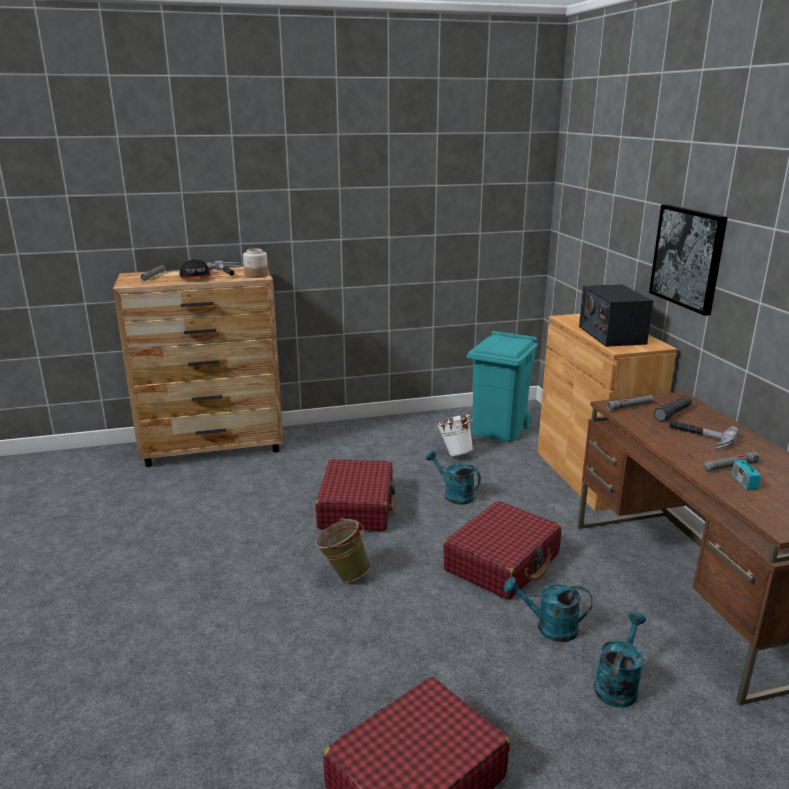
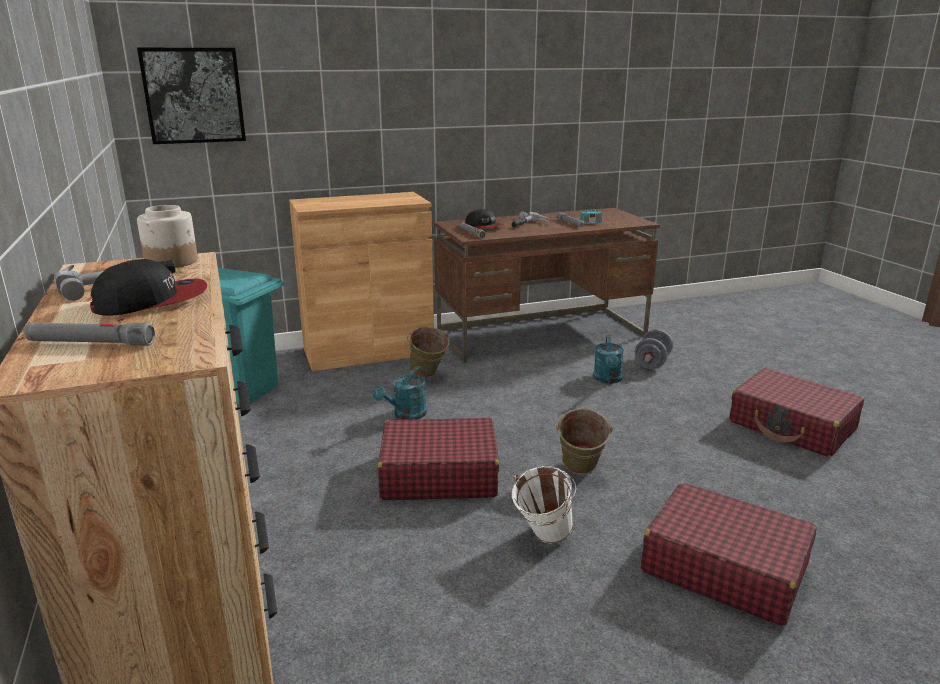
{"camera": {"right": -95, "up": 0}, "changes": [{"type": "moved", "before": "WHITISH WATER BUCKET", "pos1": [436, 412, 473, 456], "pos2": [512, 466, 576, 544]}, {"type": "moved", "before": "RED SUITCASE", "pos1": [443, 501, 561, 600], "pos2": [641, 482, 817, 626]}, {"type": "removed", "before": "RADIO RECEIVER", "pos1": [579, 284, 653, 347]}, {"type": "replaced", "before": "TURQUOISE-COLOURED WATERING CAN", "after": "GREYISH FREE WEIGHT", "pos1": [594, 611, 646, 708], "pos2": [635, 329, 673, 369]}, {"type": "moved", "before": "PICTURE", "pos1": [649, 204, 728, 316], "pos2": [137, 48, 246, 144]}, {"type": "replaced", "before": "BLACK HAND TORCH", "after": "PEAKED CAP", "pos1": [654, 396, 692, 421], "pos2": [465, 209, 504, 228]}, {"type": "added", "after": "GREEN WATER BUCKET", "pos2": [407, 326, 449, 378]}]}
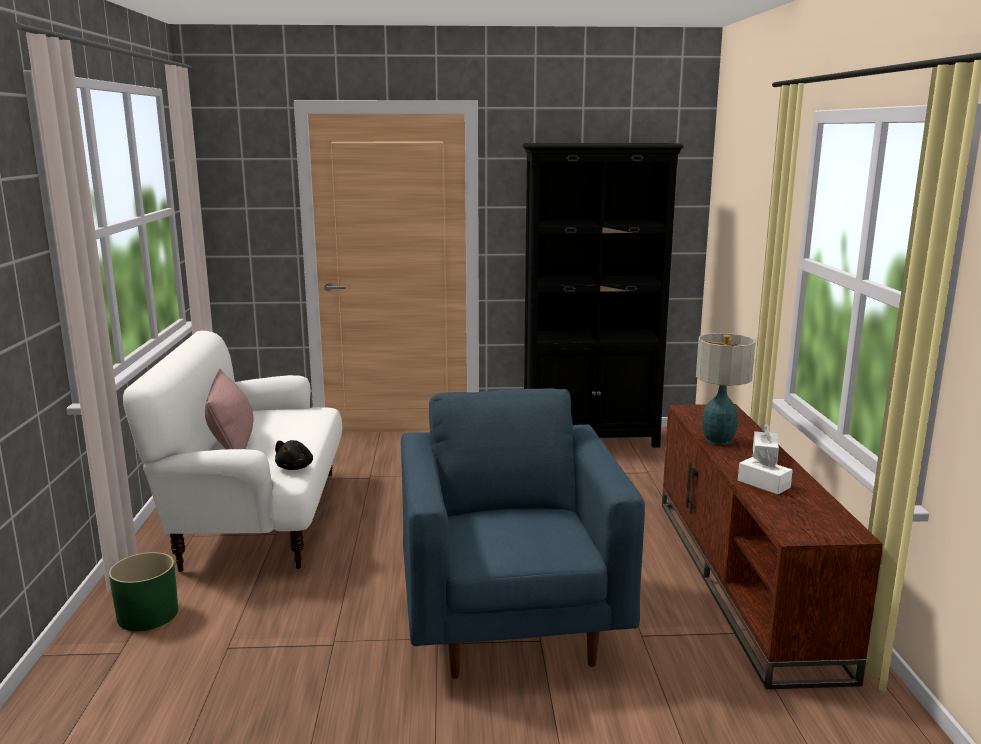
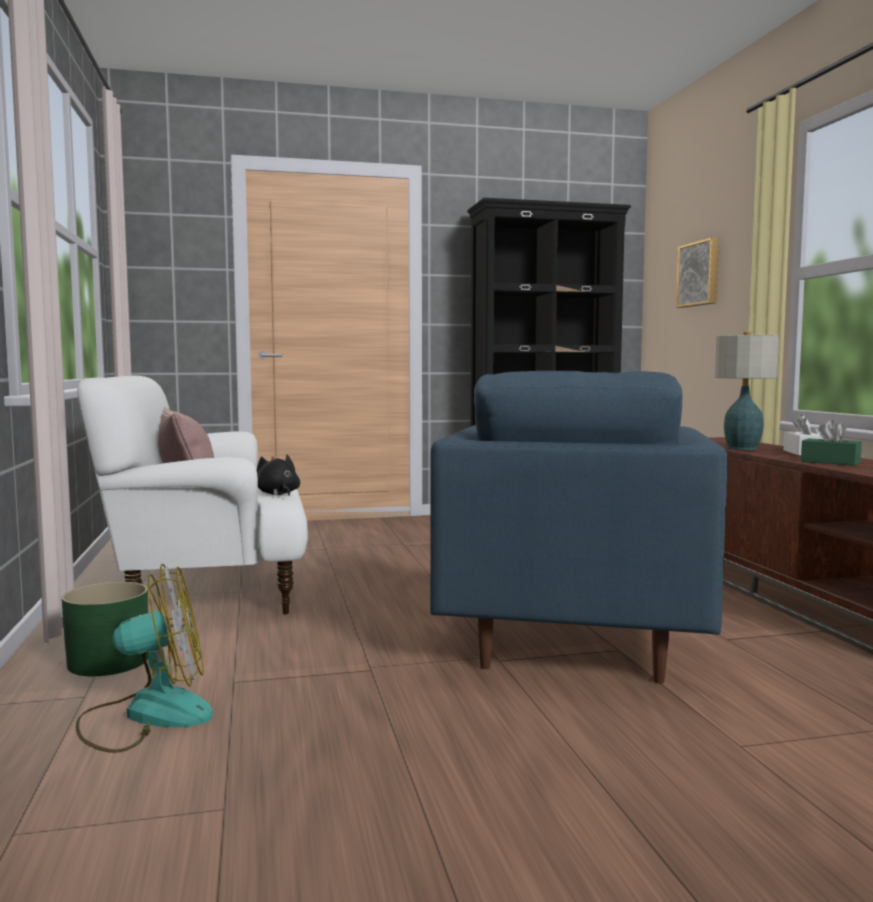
{"camera": {"right": -10, "up": -10}, "changes": [{"type": "turned", "before": "BLACK SOFT TOY", "pos1": [275, 440, 313, 470], "pos2": [257, 455, 300, 496], "turn": 150}, {"type": "turned", "before": "BLUE-COLOURED LOUNGE CHAIR", "pos1": [401, 388, 645, 679], "pos2": [430, 371, 728, 684], "turn": -150}, {"type": "recoloured", "before": "WHITISH TISSUE BOX", "after": "GREEN TISSUE BOX", "pos1": [738, 448, 793, 494], "pos2": [801, 420, 862, 466]}, {"type": "added", "after": "ELECTRIC FAN", "pos2": [76, 564, 213, 753]}, {"type": "added", "after": "PICTURE", "pos2": [676, 237, 719, 308]}]}
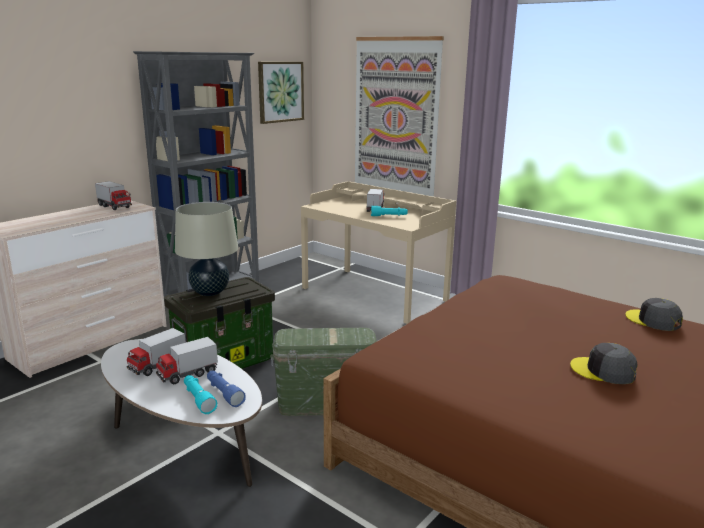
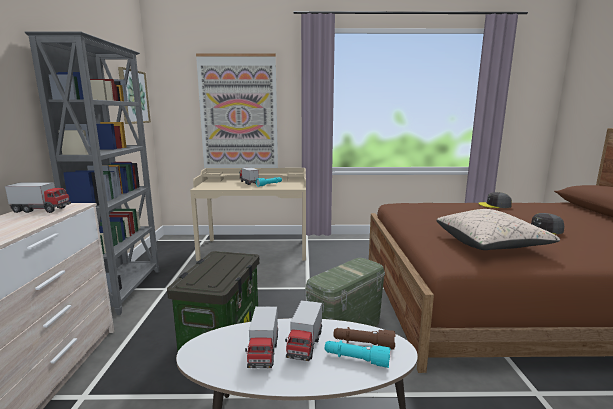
{"camera": {"right": -40, "up": -5}, "changes": [{"type": "removed", "before": "BEIGE-COLOURED TABLE LAMP", "pos1": [175, 202, 238, 296]}, {"type": "recoloured", "before": "BLUE-COLOURED HAND TORCH", "after": "BROWNISH HAND TORCH", "pos1": [207, 371, 246, 407], "pos2": [333, 327, 396, 350]}, {"type": "added", "after": "BEIGE-COLOURED CUSHION", "pos2": [437, 209, 560, 250]}]}
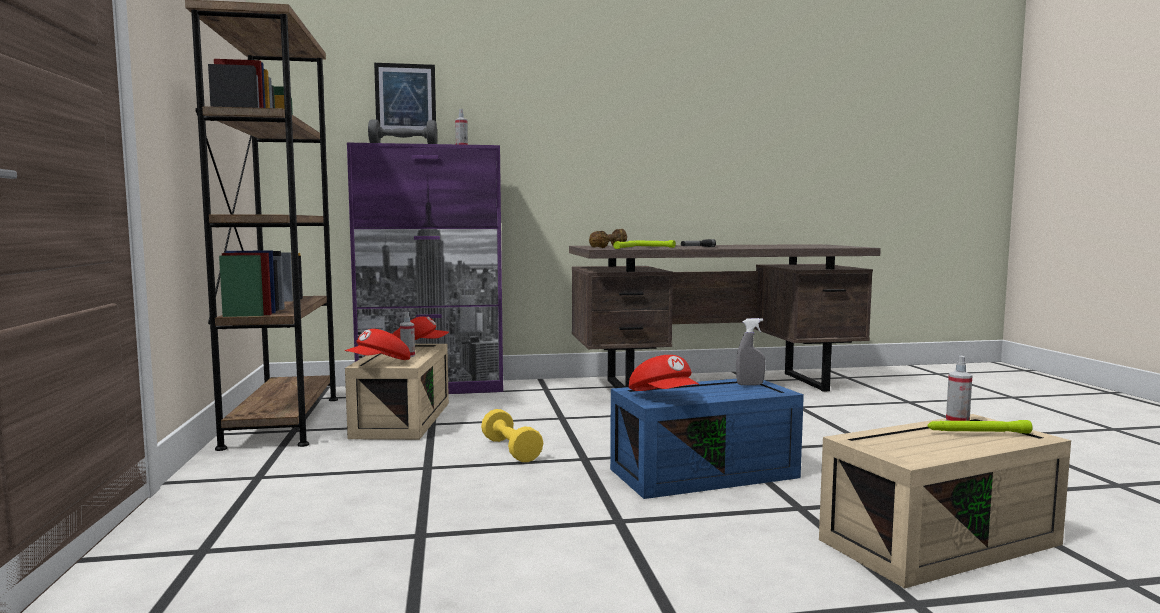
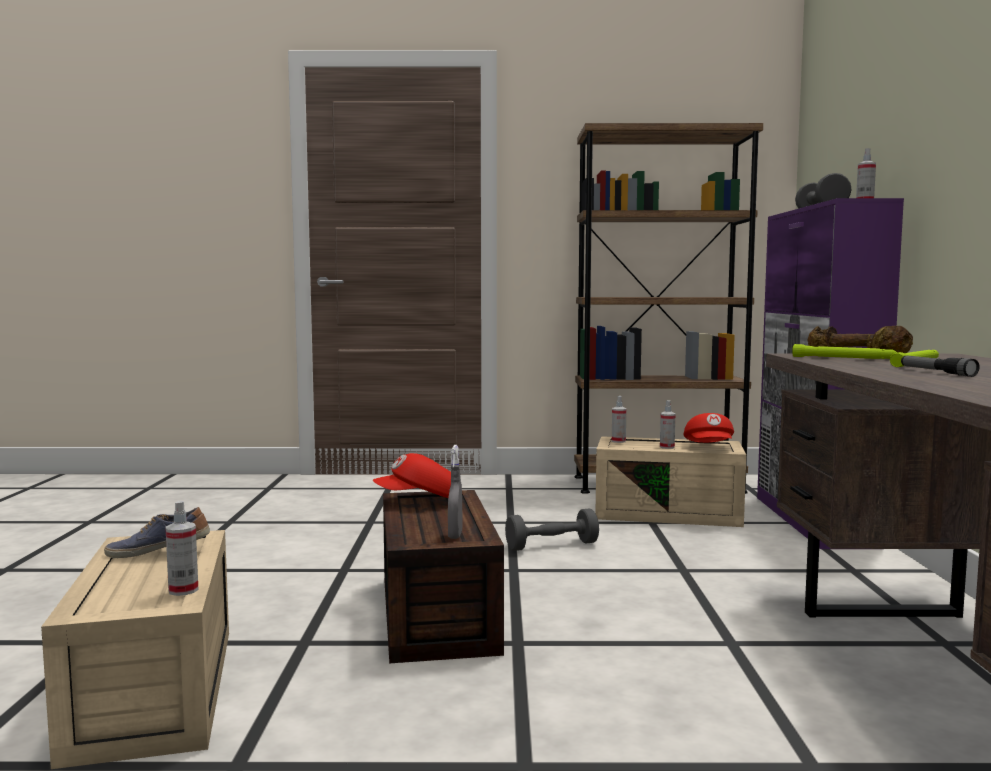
{"camera": {"right": 100, "up": 0}, "changes": [{"type": "replaced", "before": "RED PEAKED CAP", "after": "SPRAY BOTTLE", "pos1": [345, 329, 410, 360], "pos2": [612, 396, 626, 443]}, {"type": "removed", "before": "PICTURE", "pos1": [374, 63, 436, 130]}, {"type": "recoloured", "before": "YELLOW-COLOURED FREE WEIGHT", "after": "GREYISH FREE WEIGHT", "pos1": [481, 409, 543, 462], "pos2": [505, 509, 599, 551]}, {"type": "recoloured", "before": "BLUE-COLOURED STORAGE CONTAINER", "after": "BROWNISH STORAGE CONTAINER", "pos1": [610, 379, 804, 499], "pos2": [383, 490, 504, 663]}, {"type": "removed", "before": "GREEN HAND TORCH", "pos1": [928, 420, 1033, 433]}, {"type": "added", "after": "LOW SHOE", "pos2": [104, 507, 210, 558]}]}
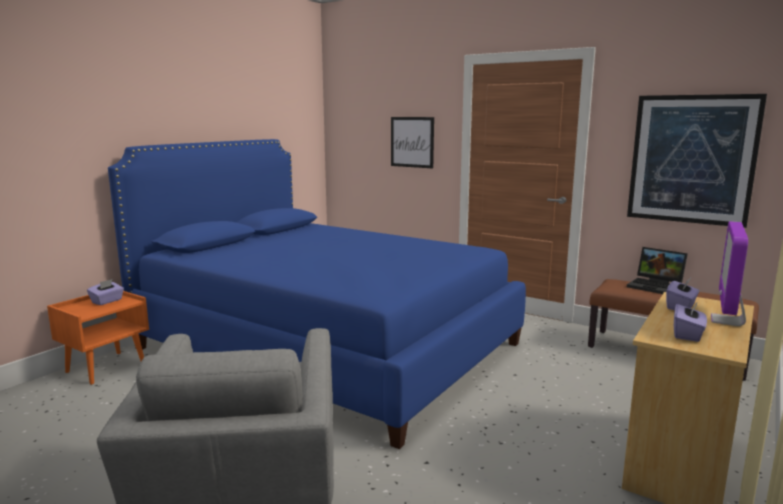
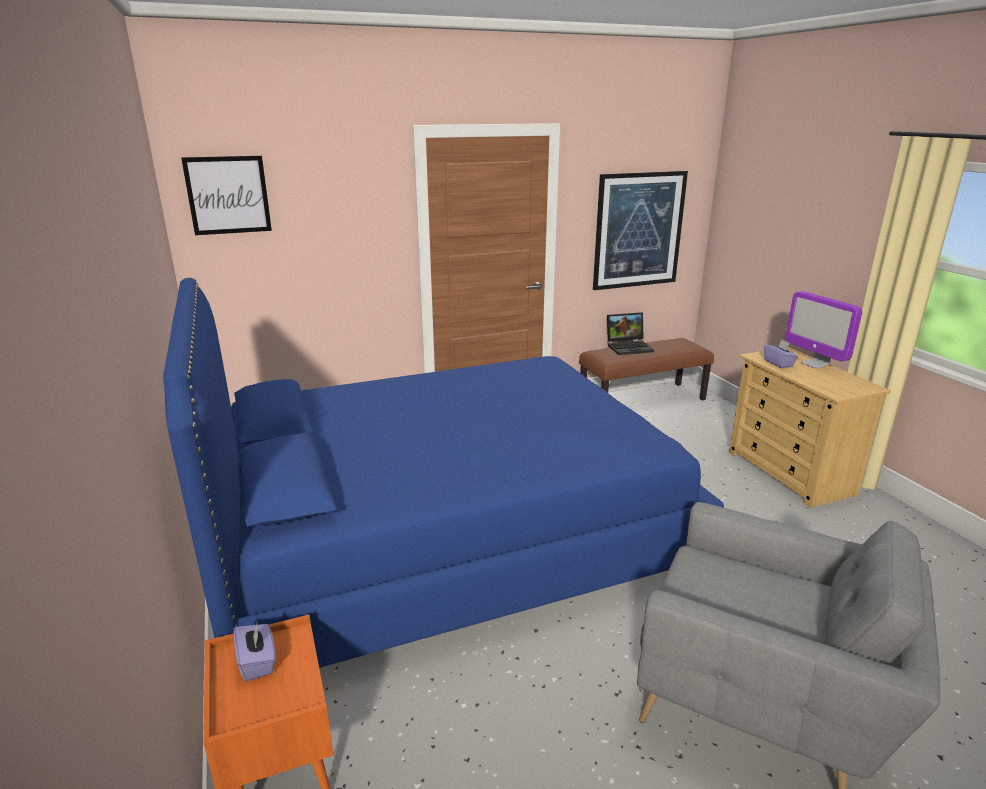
{"camera": {"right": -55, "up": 10}, "changes": [{"type": "moved", "before": "PICTURE", "pos1": [391, 117, 434, 168], "pos2": [181, 156, 272, 235]}, {"type": "removed", "before": "PURPLE TISSUE BOX", "pos1": [674, 301, 707, 342]}]}
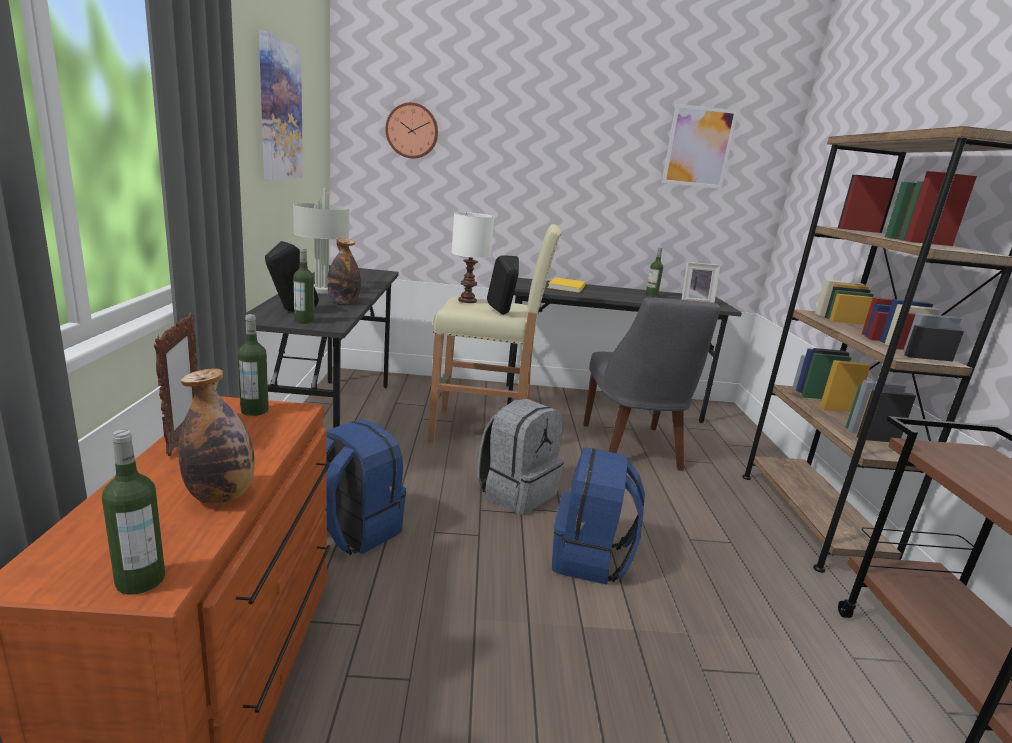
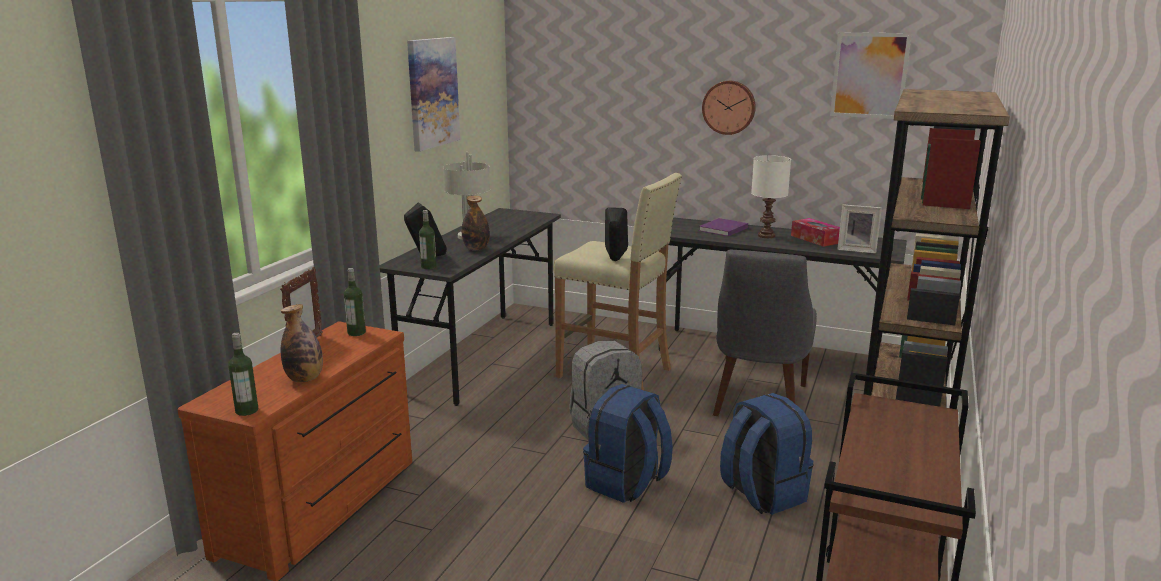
{"camera": {"right": 25, "up": 0}, "changes": [{"type": "moved", "before": "BLUE-COLOURED RUCKSACK", "pos1": [325, 419, 406, 555], "pos2": [720, 393, 814, 515]}, {"type": "moved", "before": "CLOCK ON THE WALL", "pos1": [385, 102, 438, 158], "pos2": [702, 81, 756, 135]}, {"type": "moved", "before": "WHITISH TABLE LAMP", "pos1": [451, 212, 494, 303], "pos2": [751, 155, 791, 238]}, {"type": "recoloured", "before": "YELLOW-COLOURED BOUND BOOK", "after": "PURPLE BOUND BOOK", "pos1": [548, 277, 585, 293], "pos2": [699, 218, 748, 236]}, {"type": "replaced", "before": "DRINK BOTTLE", "after": "TISSUE BOX", "pos1": [646, 248, 663, 297], "pos2": [791, 218, 840, 247]}]}
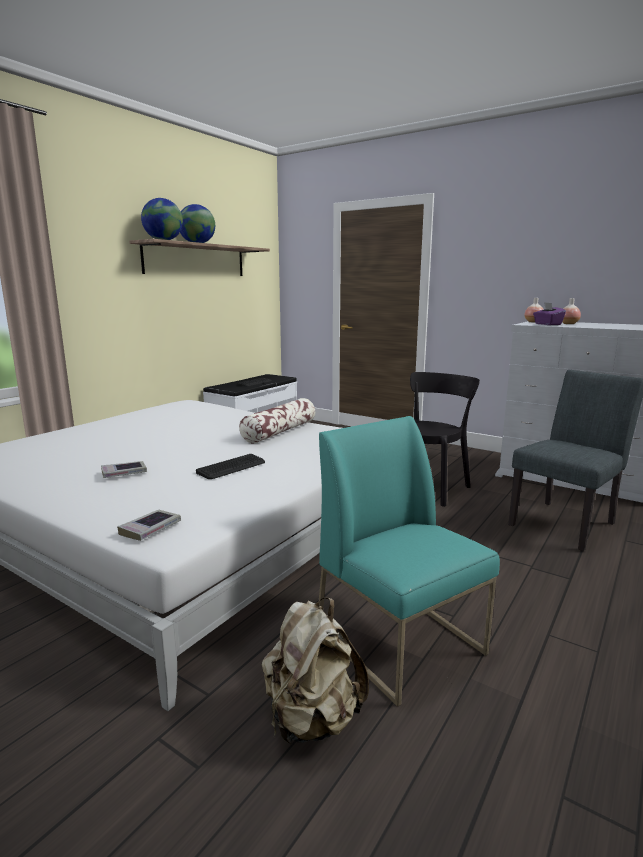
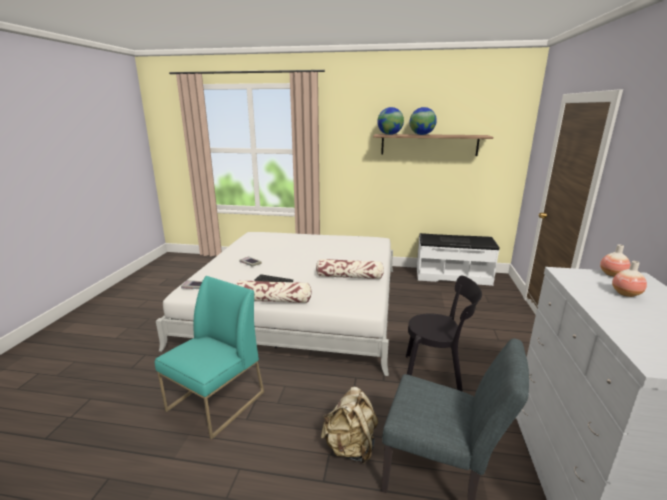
{"camera": {"right": 65, "up": 5}, "changes": [{"type": "moved", "before": "BEIGE-COLOURED RUCKSACK", "pos1": [262, 598, 369, 745], "pos2": [321, 387, 378, 464]}, {"type": "removed", "before": "PURPLE TISSUE BOX", "pos1": [533, 302, 566, 325]}, {"type": "added", "after": "CUSHION", "pos2": [236, 280, 311, 303]}]}
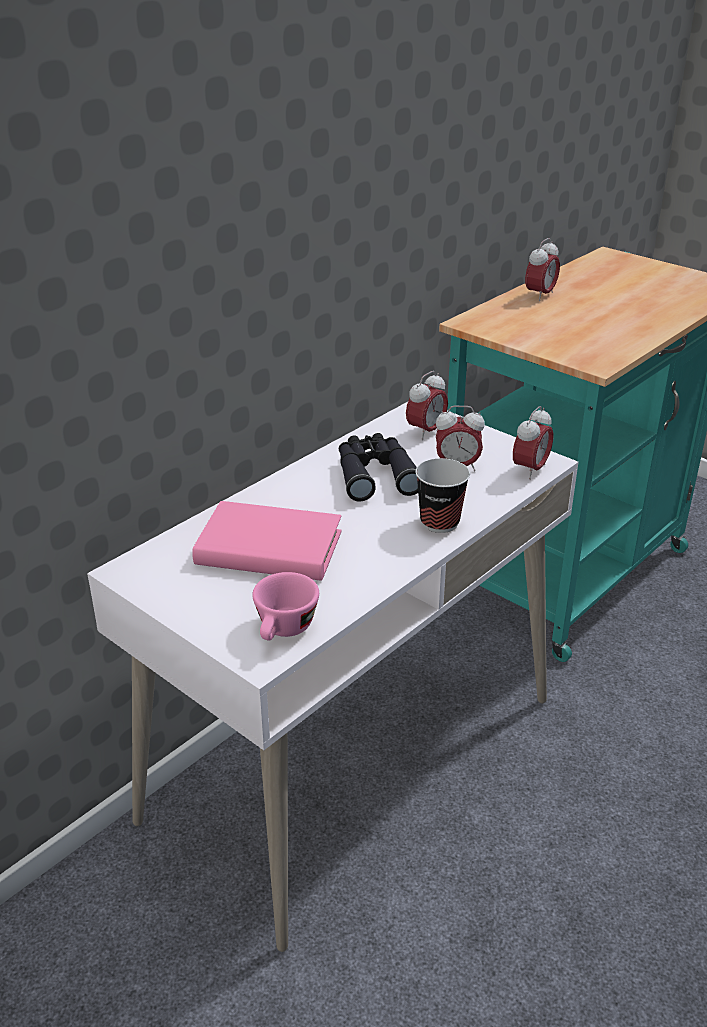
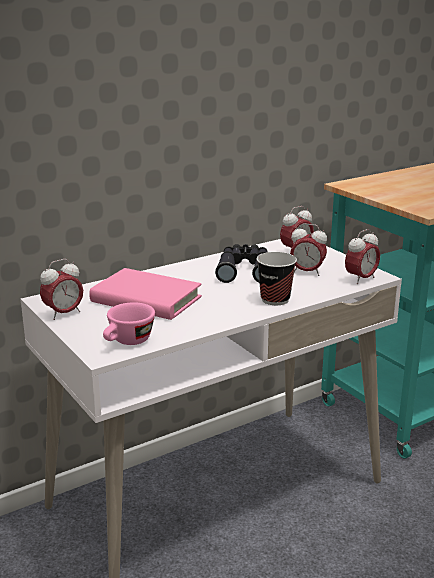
{"camera": {"right": 15, "up": -10}, "changes": [{"type": "moved", "before": "ALARM CLOCK", "pos1": [525, 238, 560, 301], "pos2": [40, 259, 83, 320]}]}
